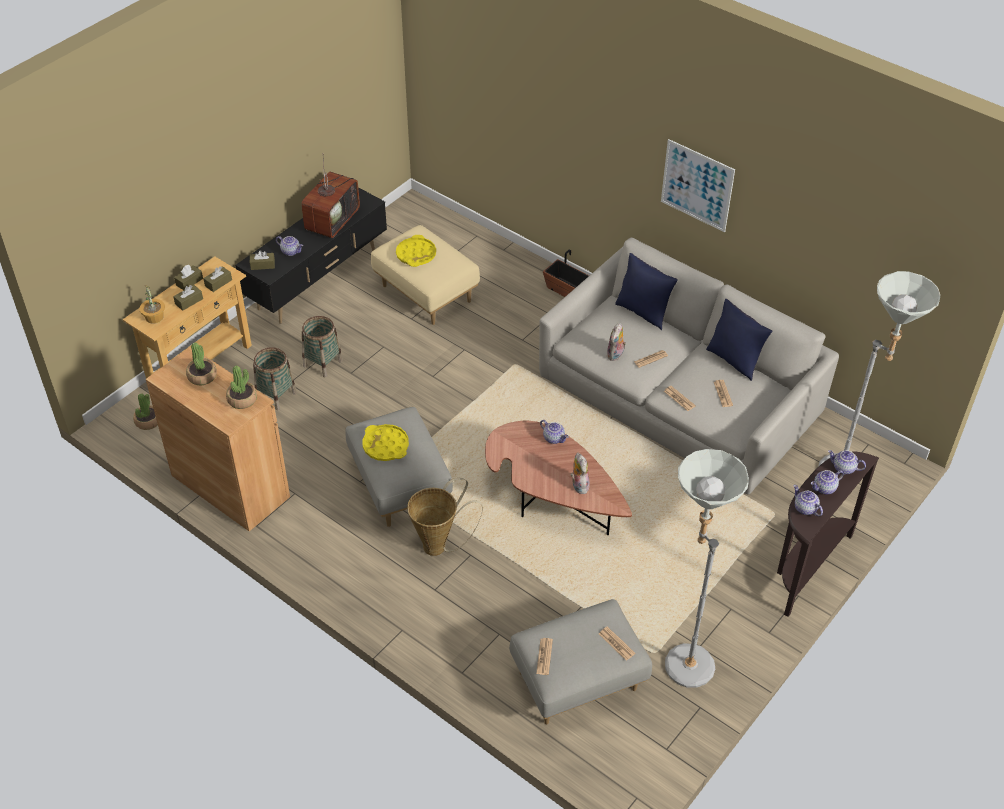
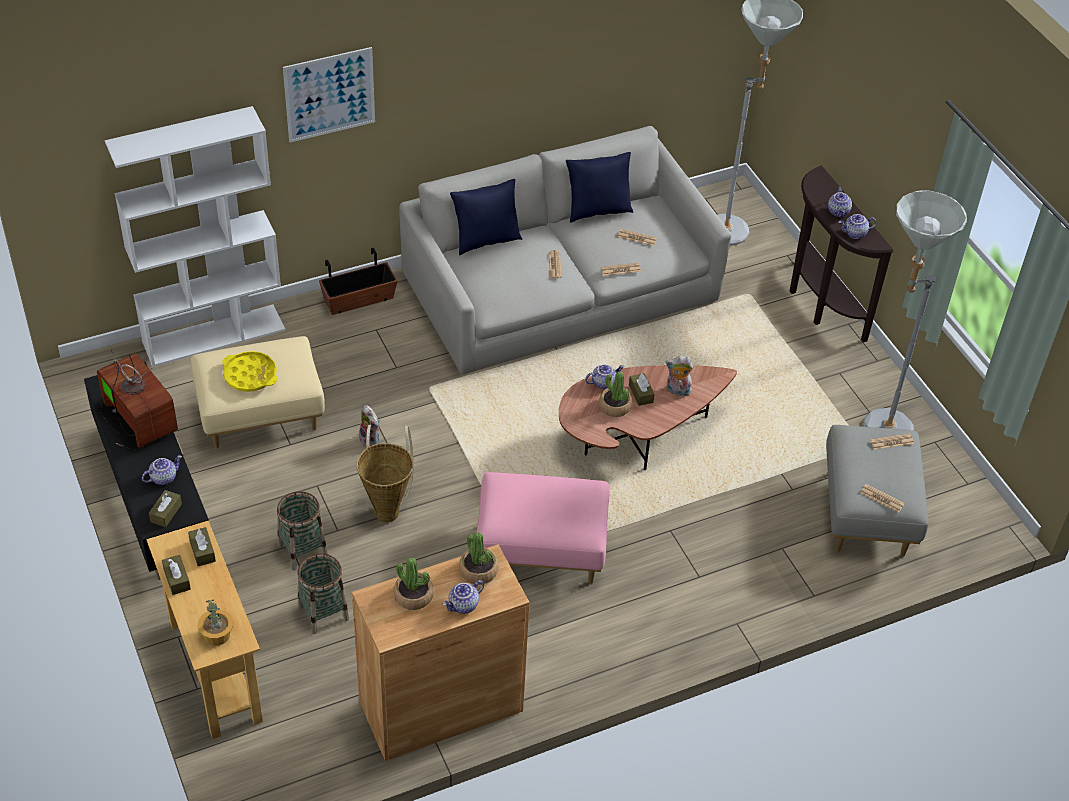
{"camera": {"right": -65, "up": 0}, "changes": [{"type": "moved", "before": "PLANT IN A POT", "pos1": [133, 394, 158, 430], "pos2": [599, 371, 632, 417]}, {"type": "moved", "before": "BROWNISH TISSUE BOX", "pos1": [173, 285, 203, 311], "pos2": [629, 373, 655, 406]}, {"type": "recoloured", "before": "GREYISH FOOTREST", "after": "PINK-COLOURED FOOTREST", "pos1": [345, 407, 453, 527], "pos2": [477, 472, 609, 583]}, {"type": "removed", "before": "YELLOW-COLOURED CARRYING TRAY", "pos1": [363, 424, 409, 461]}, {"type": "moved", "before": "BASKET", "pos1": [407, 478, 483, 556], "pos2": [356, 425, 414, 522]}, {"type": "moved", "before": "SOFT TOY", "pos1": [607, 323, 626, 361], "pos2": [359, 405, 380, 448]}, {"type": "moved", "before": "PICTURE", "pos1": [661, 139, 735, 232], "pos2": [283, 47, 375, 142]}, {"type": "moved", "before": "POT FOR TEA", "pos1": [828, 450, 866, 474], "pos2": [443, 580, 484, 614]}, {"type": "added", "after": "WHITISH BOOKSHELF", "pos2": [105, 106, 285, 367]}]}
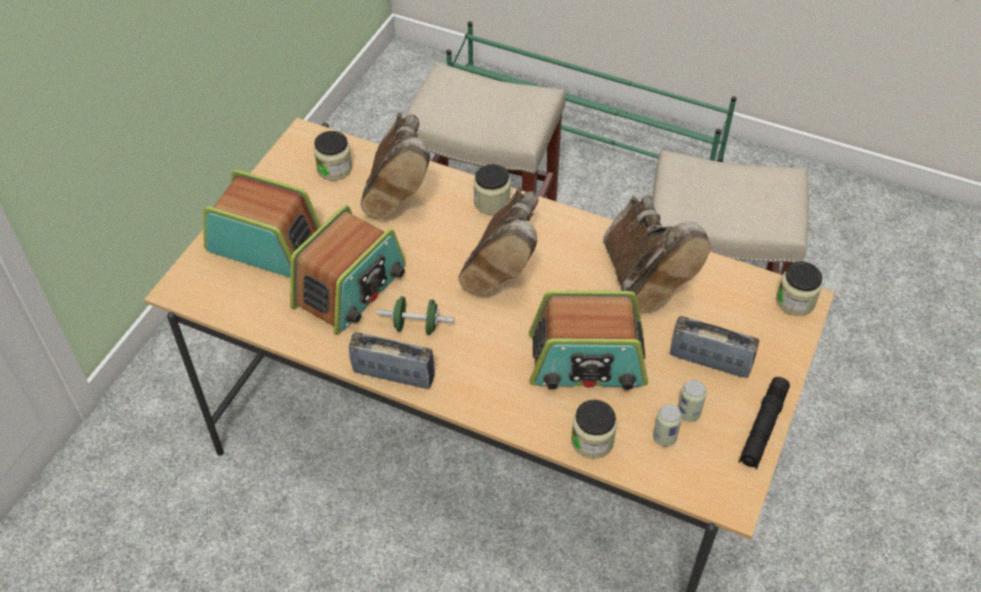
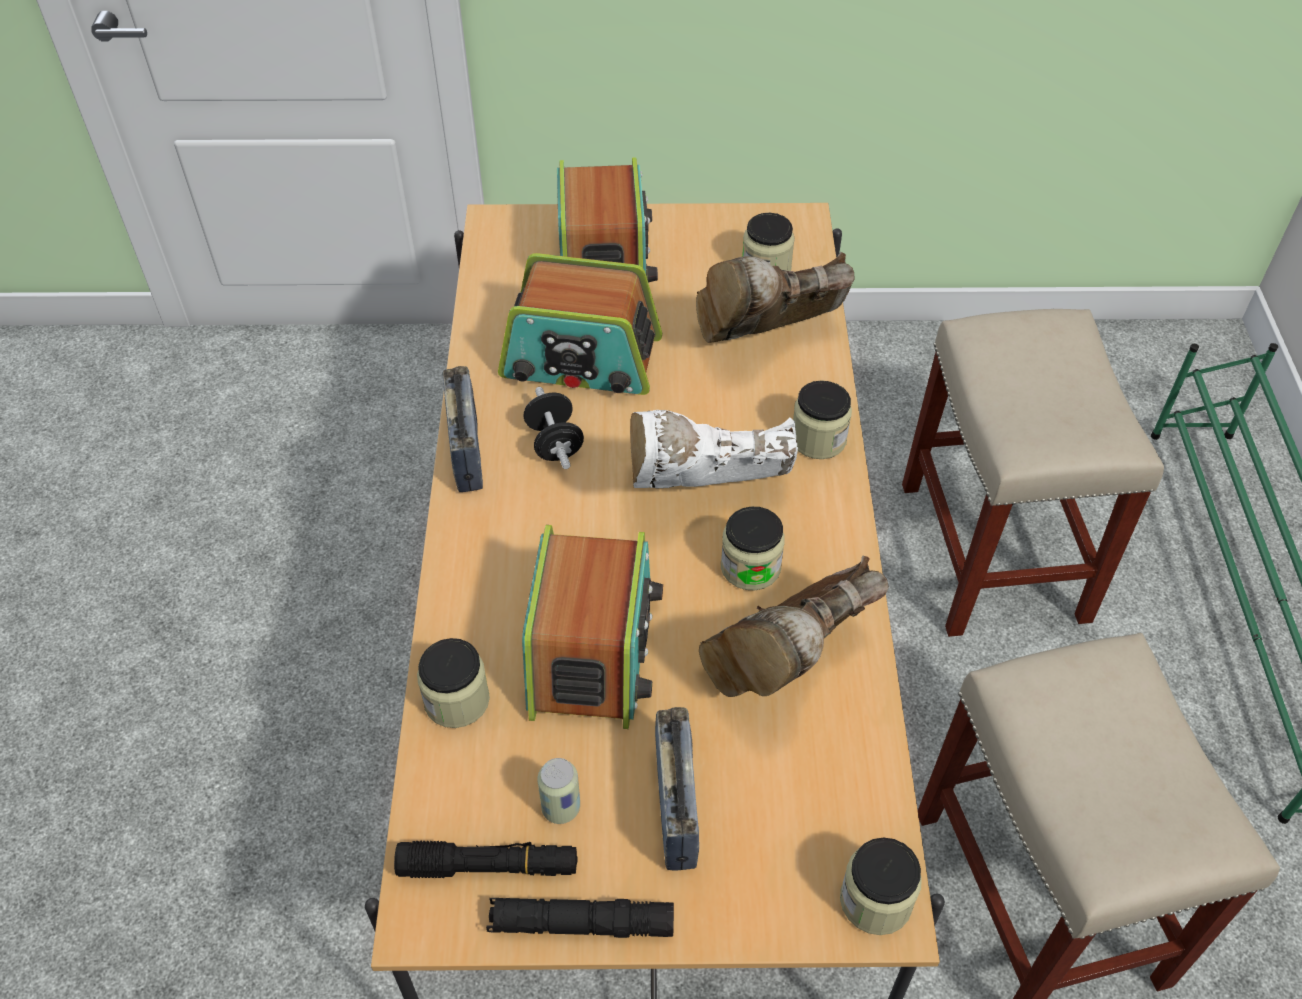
{"camera": {"right": 65, "up": 0}, "changes": [{"type": "recoloured", "before": "GREEN FREE WEIGHT", "after": "BLACK FREE WEIGHT", "pos1": [377, 296, 454, 335], "pos2": [524, 387, 584, 469]}, {"type": "recoloured", "before": "BROWNISH HIGH-TOP BOOT", "after": "WHITISH HIGH-TOP BOOT", "pos1": [459, 187, 539, 296], "pos2": [630, 410, 798, 489]}, {"type": "turned", "before": "RADIO RECEIVER", "pos1": [529, 290, 648, 390], "pos2": [522, 525, 663, 729], "turn": -150}, {"type": "removed", "before": "SEALED CAN", "pos1": [653, 404, 682, 447]}, {"type": "added", "after": "BLACK HAND TORCH", "pos2": [394, 841, 578, 878]}, {"type": "added", "after": "PRESERVE JAR", "pos2": [721, 507, 785, 590]}]}
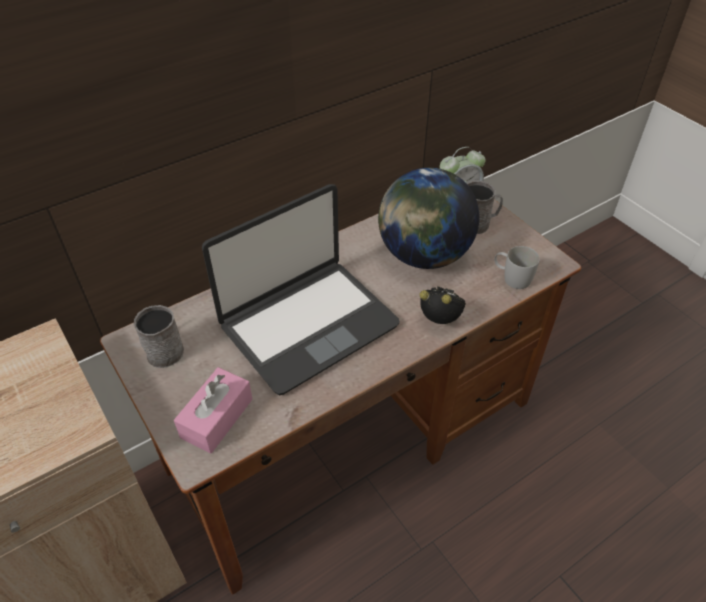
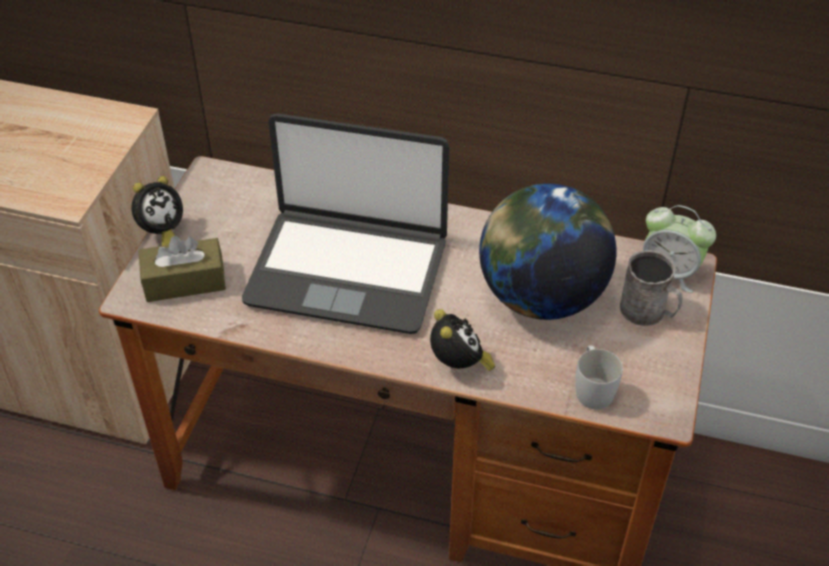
{"camera": {"right": 50, "up": 0}, "changes": [{"type": "removed", "before": "GREYISH MUG", "pos1": [134, 305, 184, 368]}, {"type": "recoloured", "before": "PINK-COLOURED TISSUE BOX", "after": "BROWNISH TISSUE BOX", "pos1": [174, 367, 252, 453], "pos2": [139, 236, 226, 302]}, {"type": "added", "after": "ALARM CLOCK", "pos2": [132, 176, 183, 246]}]}
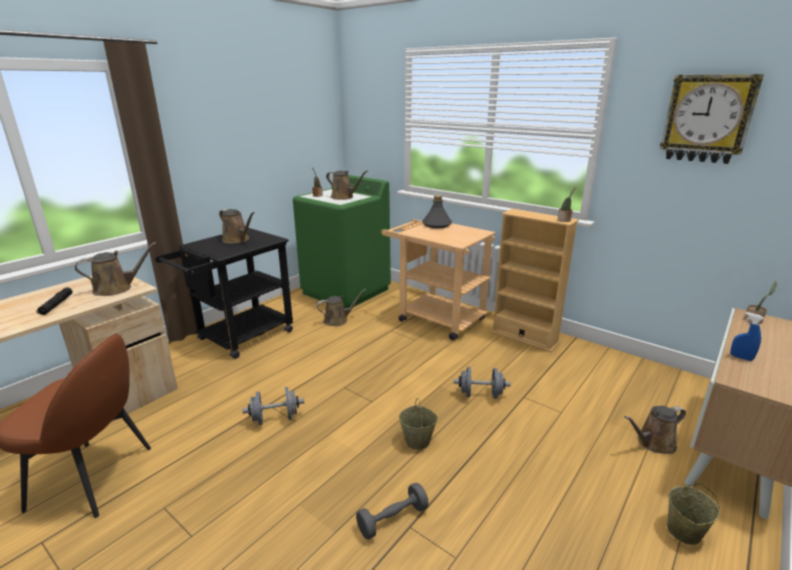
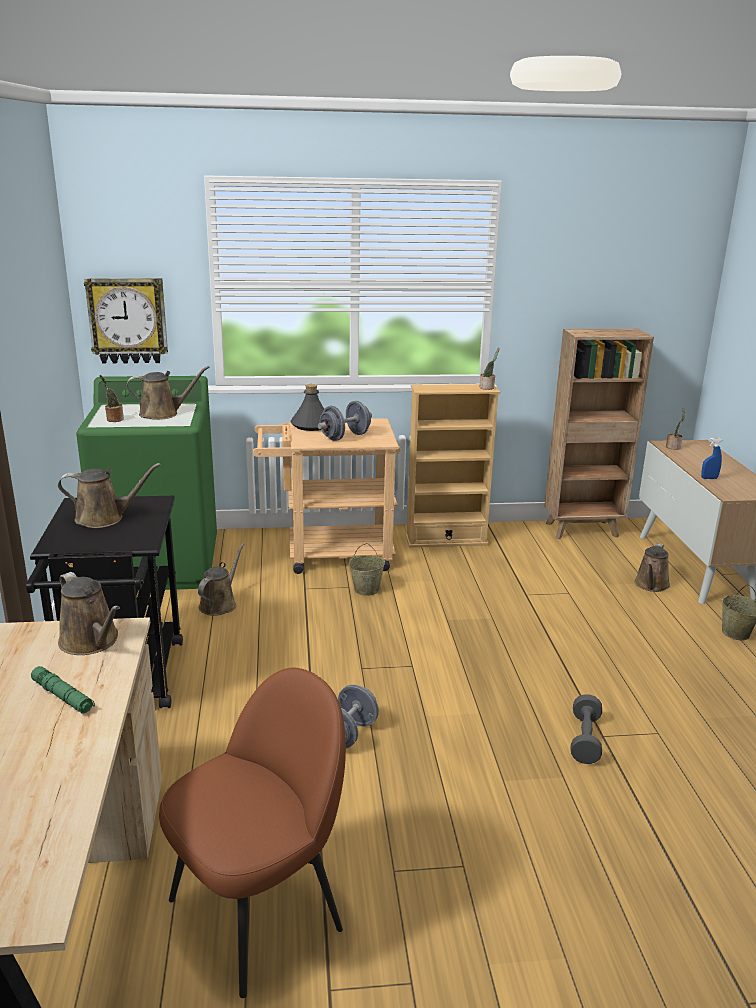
{"camera": {"right": -45, "up": 0}, "changes": [{"type": "recoloured", "before": "BLACK HAND TORCH", "after": "GREEN HAND TORCH", "pos1": [36, 287, 73, 315], "pos2": [31, 666, 95, 713]}, {"type": "turned", "before": "BROWNISH WATERING CAN", "pos1": [75, 242, 157, 296], "pos2": [58, 572, 120, 655], "turn": 120}, {"type": "moved", "before": "BEIGE-COLOURED WATER BUCKET", "pos1": [399, 398, 438, 450], "pos2": [349, 543, 385, 596]}, {"type": "moved", "before": "GREYISH FREE WEIGHT", "pos1": [454, 367, 510, 399], "pos2": [318, 401, 372, 441]}, {"type": "moved", "before": "CLOCK ON THE WALL", "pos1": [660, 74, 764, 164], "pos2": [84, 278, 168, 364]}, {"type": "added", "after": "BROWNISH BOOKSHELF", "pos2": [544, 329, 654, 539]}]}
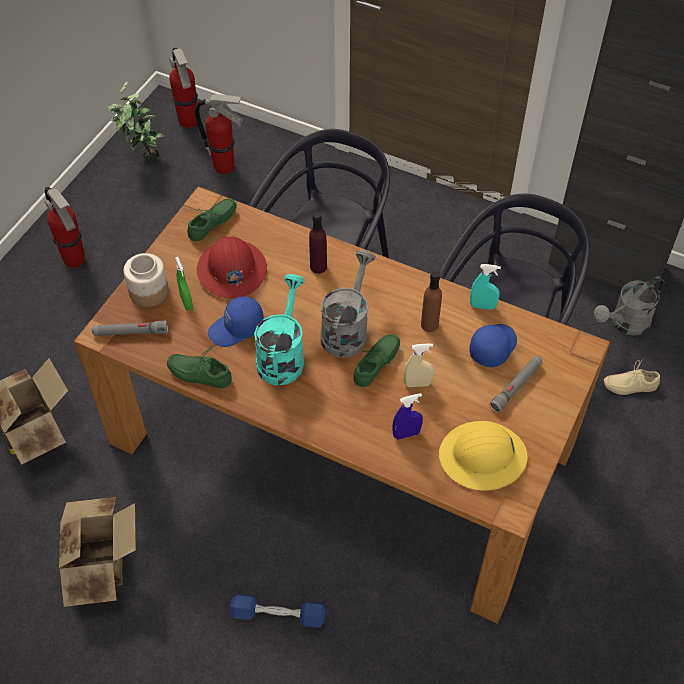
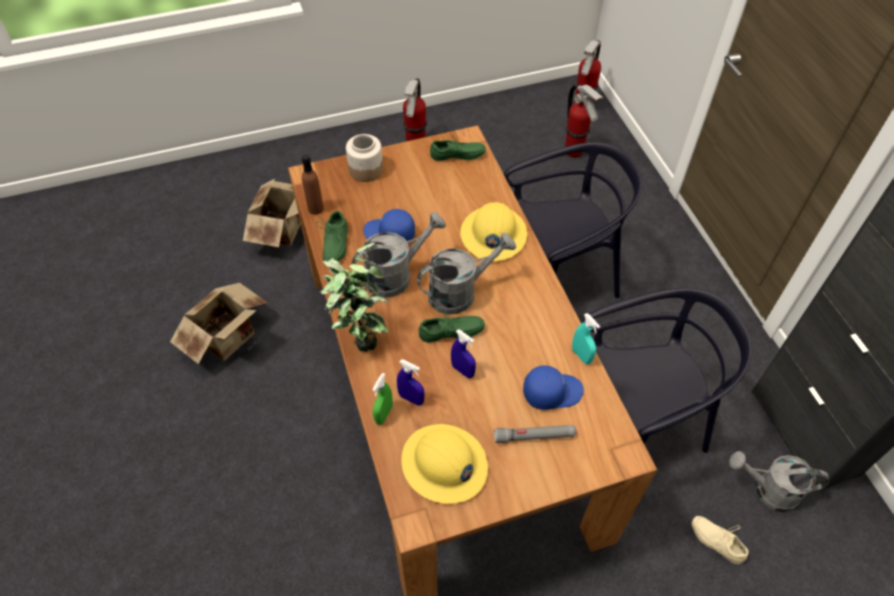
{"camera": {"right": 45, "up": 0}, "changes": [{"type": "removed", "before": "GREYISH HAND TORCH", "pos1": [92, 321, 168, 336]}, {"type": "moved", "before": "PLANT IN A POT", "pos1": [107, 82, 164, 163], "pos2": [320, 243, 390, 352]}, {"type": "turned", "before": "GREEN LOW SHOE", "pos1": [167, 345, 232, 388], "pos2": [316, 211, 348, 262], "turn": -150}, {"type": "moved", "before": "GREEN SPRAY BOTTLE", "pos1": [175, 257, 193, 310], "pos2": [372, 373, 393, 425]}, {"type": "removed", "before": "RED WORK HELMET", "pos1": [197, 236, 267, 299]}, {"type": "removed", "before": "BLUE-COLOURED FREE WEIGHT", "pos1": [230, 594, 326, 628]}, {"type": "recoloured", "before": "TURQUOISE-COLOURED WATERING CAN", "after": "GREYISH WATERING CAN", "pos1": [254, 274, 305, 386], "pos2": [352, 212, 446, 298]}, {"type": "replaced", "before": "PURPLE DRINK BOTTLE", "after": "YELLOW-COLOURED WORK HELMET", "pos1": [309, 212, 327, 274], "pos2": [460, 202, 527, 261]}, {"type": "recoloured", "before": "BEIGE-COLOURED SPRAY BOTTLE", "after": "BLUE-COLOURED SPRAY BOTTLE", "pos1": [404, 343, 434, 387], "pos2": [451, 329, 476, 378]}, {"type": "moved", "before": "BROWNISH DRINK BOTTLE", "pos1": [421, 271, 442, 332], "pos2": [301, 154, 324, 215]}]}
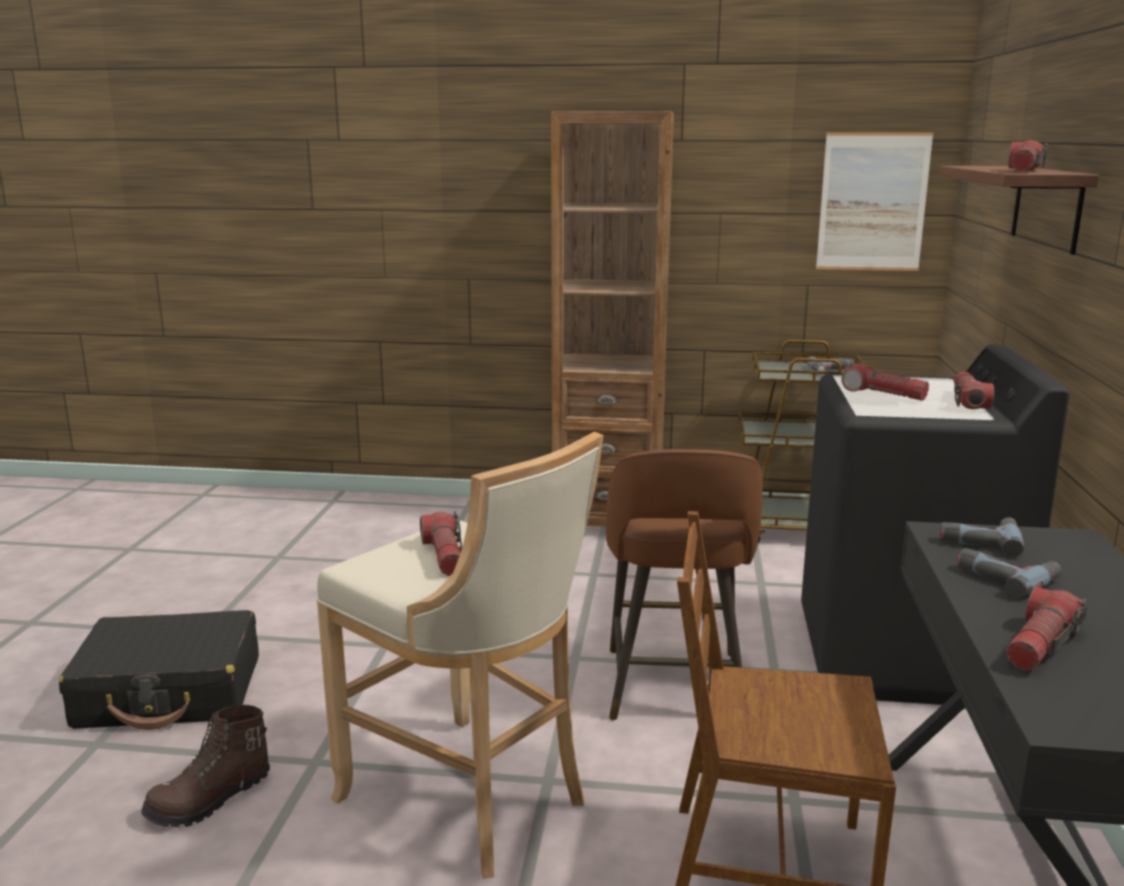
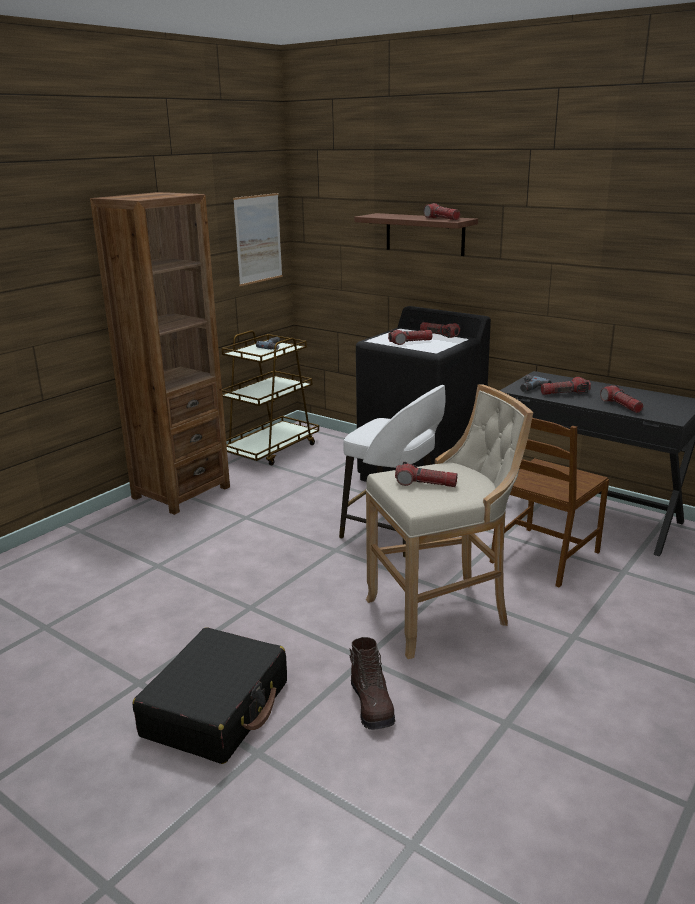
{"camera": {"right": -60, "up": 5}, "changes": [{"type": "recoloured", "before": "BROWNISH STOOL SEAT", "after": "WHITISH STOOL SEAT", "pos1": [606, 449, 763, 720], "pos2": [339, 385, 445, 558]}, {"type": "replaced", "before": "DRILL", "after": "HAND TORCH", "pos1": [957, 548, 1062, 598], "pos2": [541, 377, 591, 395]}]}
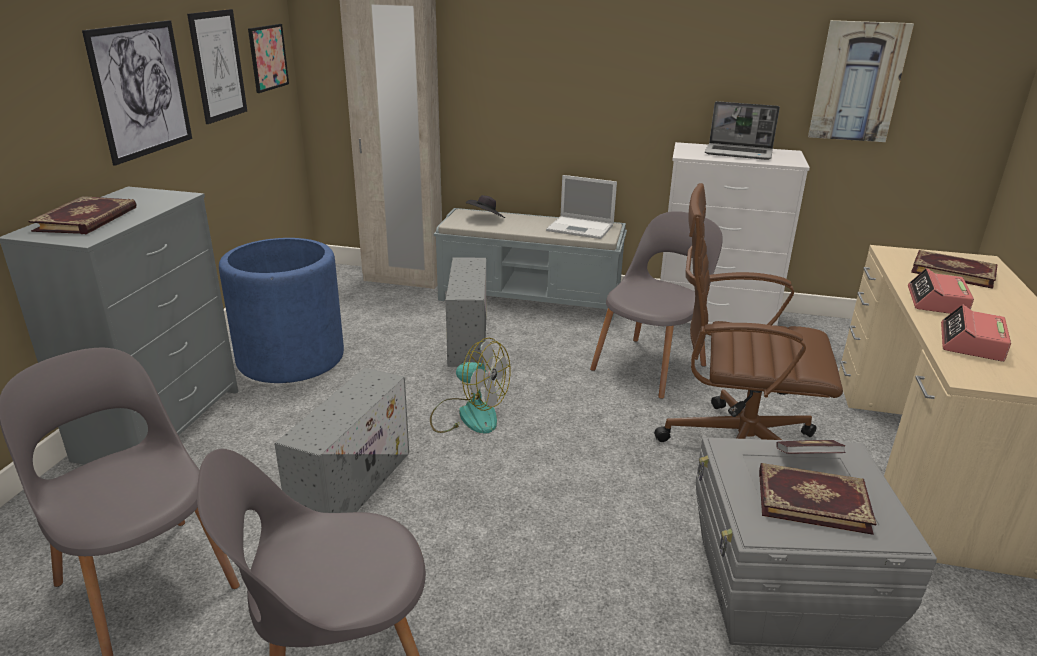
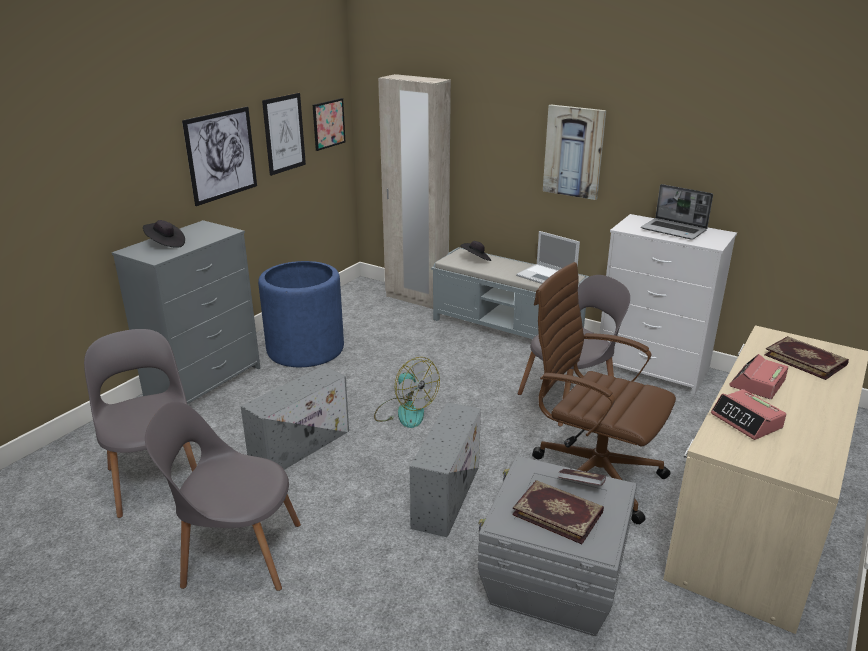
{"camera": {"right": 20, "up": 0}, "changes": [{"type": "replaced", "before": "BOUND BOOK", "after": "BLACK HAT", "pos1": [28, 196, 137, 234], "pos2": [143, 220, 185, 248]}, {"type": "moved", "before": "GREYISH STORAGE CONTAINER", "pos1": [446, 257, 486, 367], "pos2": [409, 402, 481, 537]}, {"type": "moved", "before": "PICTURE", "pos1": [808, 20, 914, 142], "pos2": [543, 104, 606, 200]}, {"type": "turned", "before": "ALARM CLOCK", "pos1": [941, 305, 1011, 362], "pos2": [711, 389, 786, 440], "turn": -75}]}
